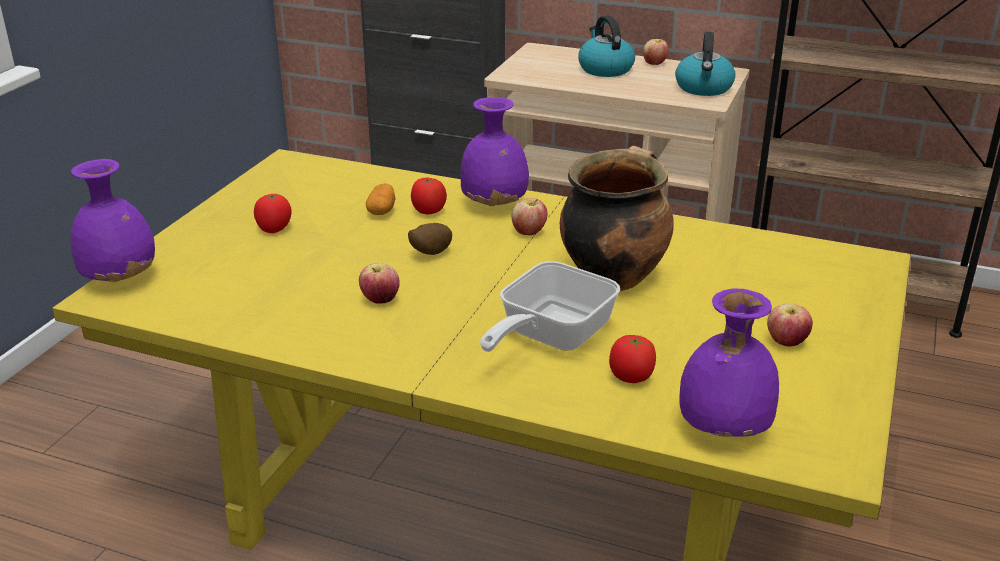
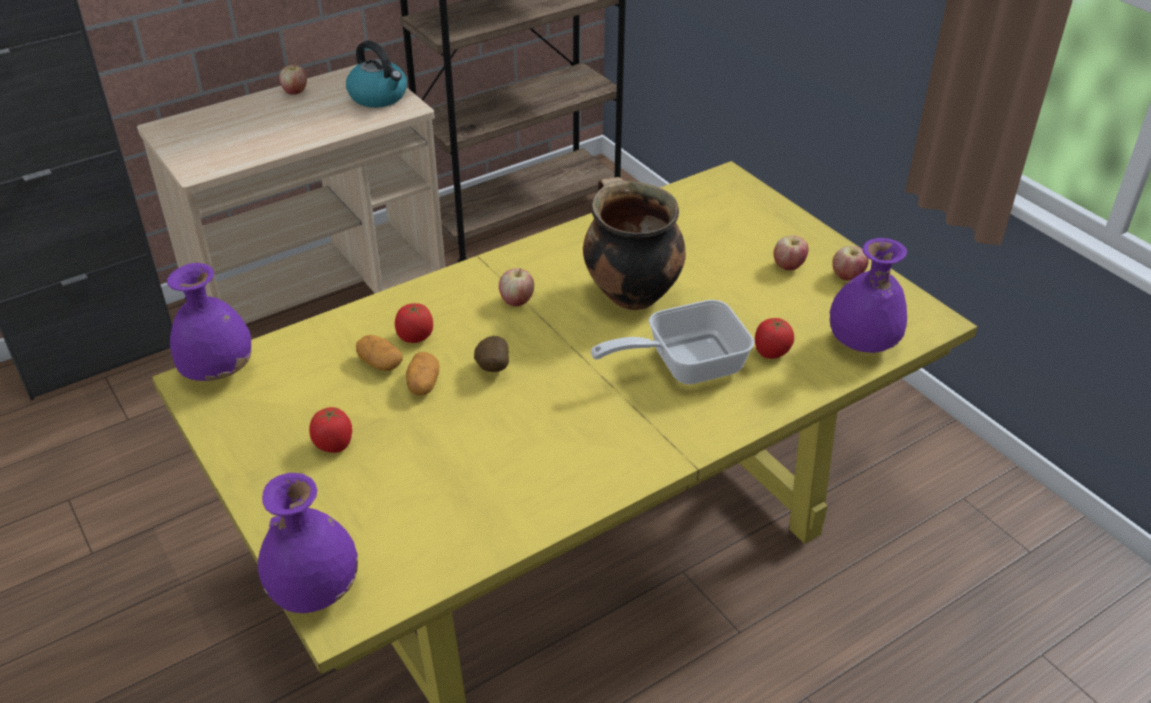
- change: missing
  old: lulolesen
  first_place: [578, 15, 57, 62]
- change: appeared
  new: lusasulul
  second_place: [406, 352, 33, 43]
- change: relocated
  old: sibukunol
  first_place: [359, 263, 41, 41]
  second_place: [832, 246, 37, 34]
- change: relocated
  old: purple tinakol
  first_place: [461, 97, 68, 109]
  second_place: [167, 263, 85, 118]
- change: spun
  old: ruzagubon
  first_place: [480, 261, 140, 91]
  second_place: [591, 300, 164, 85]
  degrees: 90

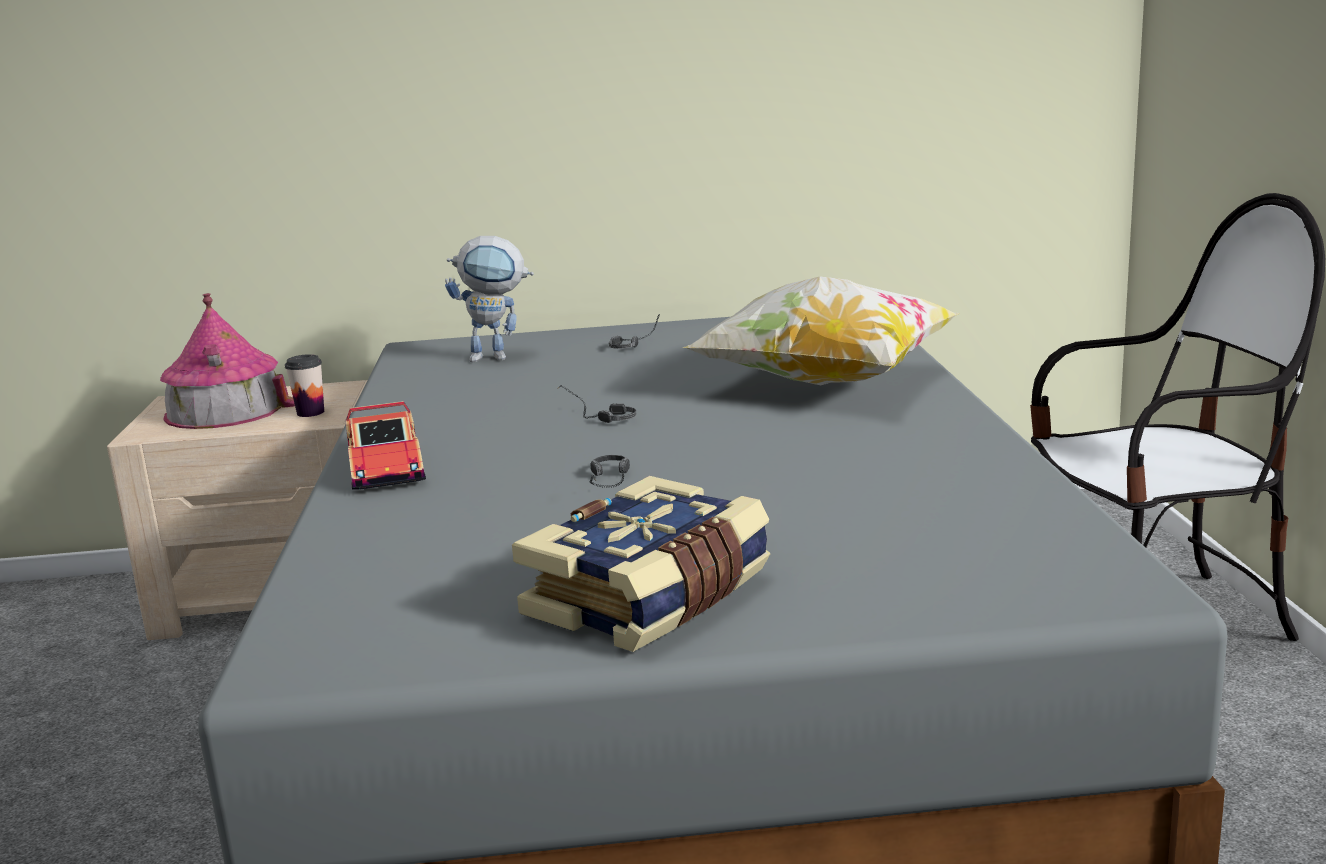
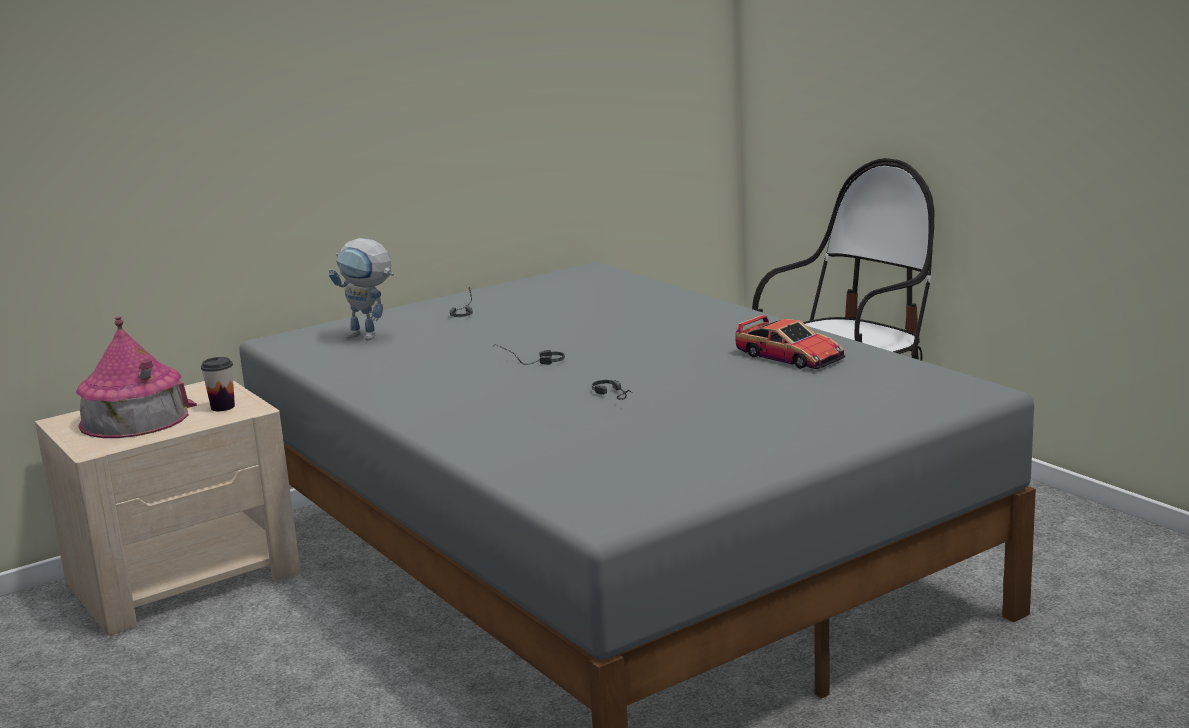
- change: missing
  old: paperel
  first_place: [512, 476, 258, 176]
- change: missing
  old: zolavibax
  first_place: [683, 277, 277, 108]
- change: relocated
  old: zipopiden
  first_place: [345, 401, 81, 89]
  second_place: [735, 315, 110, 54]
- change: spun
  old: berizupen
  first_place: [445, 236, 89, 126]
  second_place: [329, 238, 65, 102]
  degrees: 60

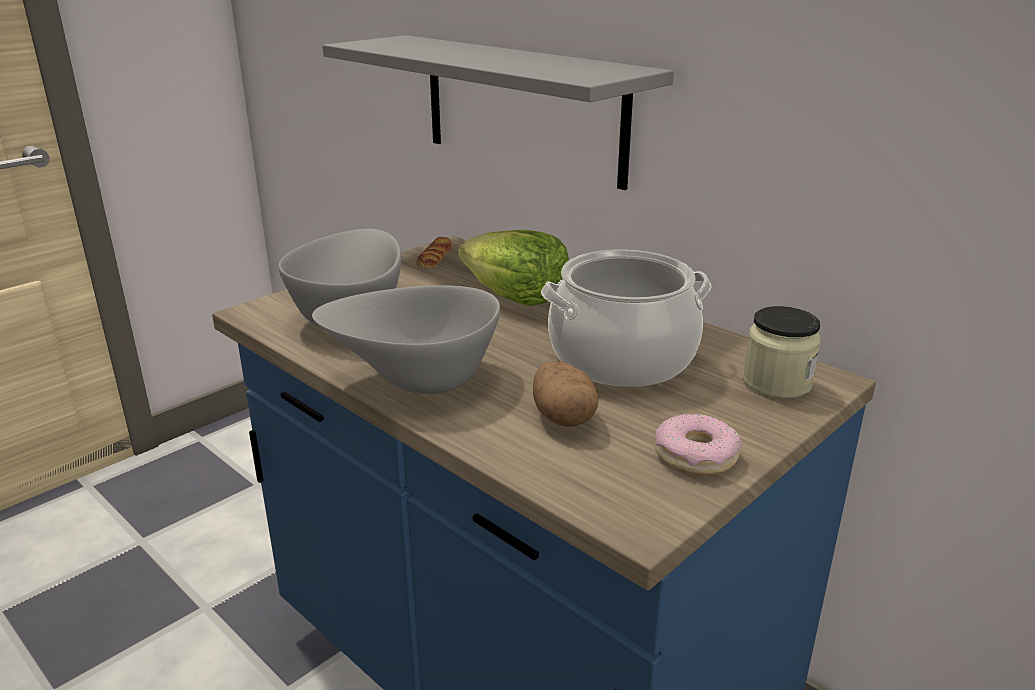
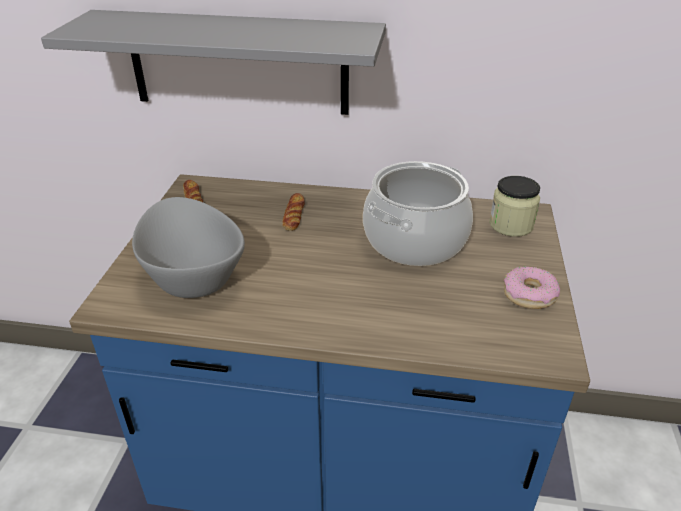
- change: missing
  old: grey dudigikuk
  first_place: [312, 285, 188, 109]
- change: missing
  old: lusasulul
  first_place: [533, 361, 66, 66]
- change: exchanged
  old: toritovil
  new: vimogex
  first_place: [458, 229, 111, 77]
  second_place: [282, 193, 23, 38]

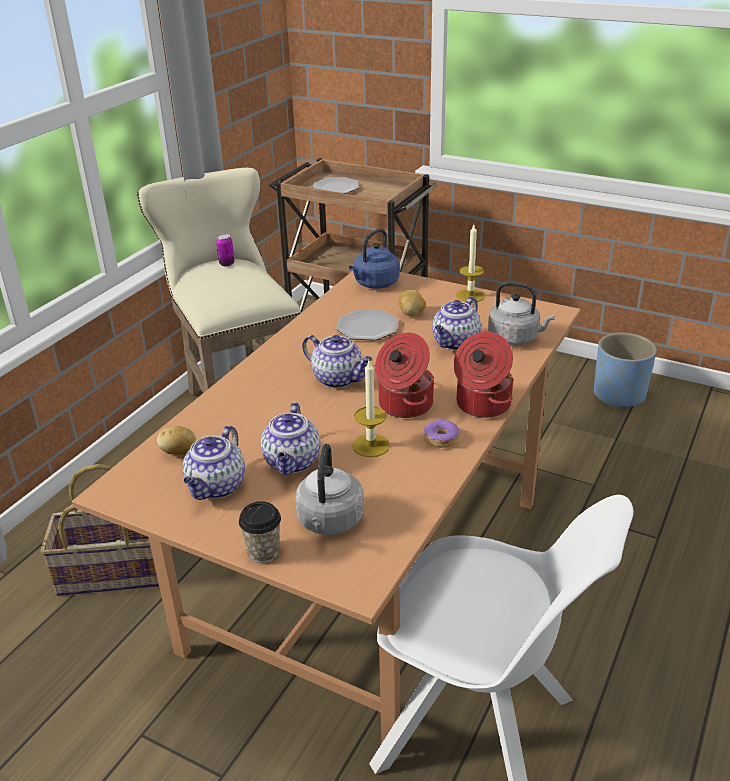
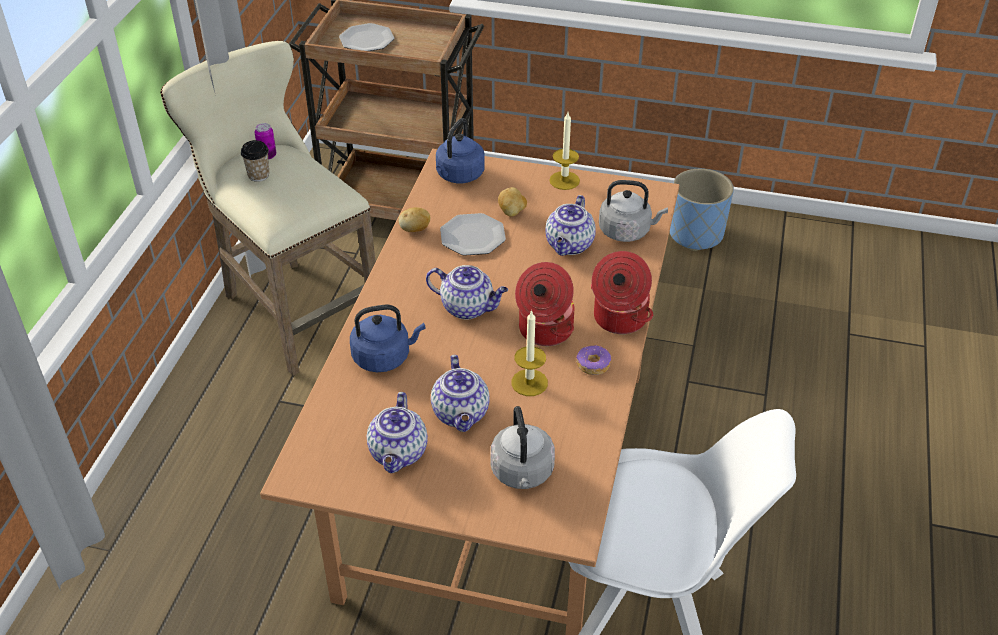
- change: missing
  old: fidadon
  first_place: [40, 464, 119, 132]
- change: appeared
  new: blue lulolesen
  second_place: [350, 304, 75, 68]
- change: relocated
  old: lusasulul
  first_place: [157, 426, 39, 29]
  second_place: [398, 207, 32, 25]
- change: relocated
  old: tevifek
  first_place: [239, 501, 42, 62]
  second_place: [241, 140, 28, 42]

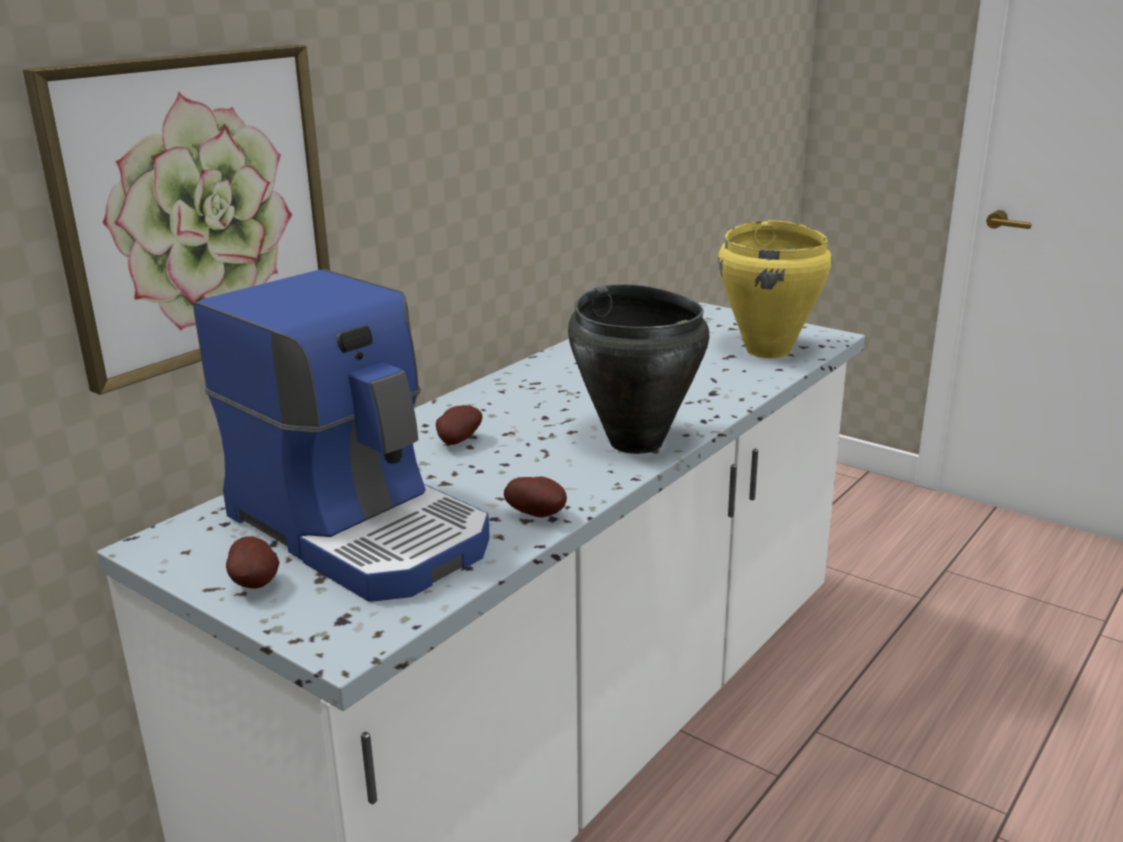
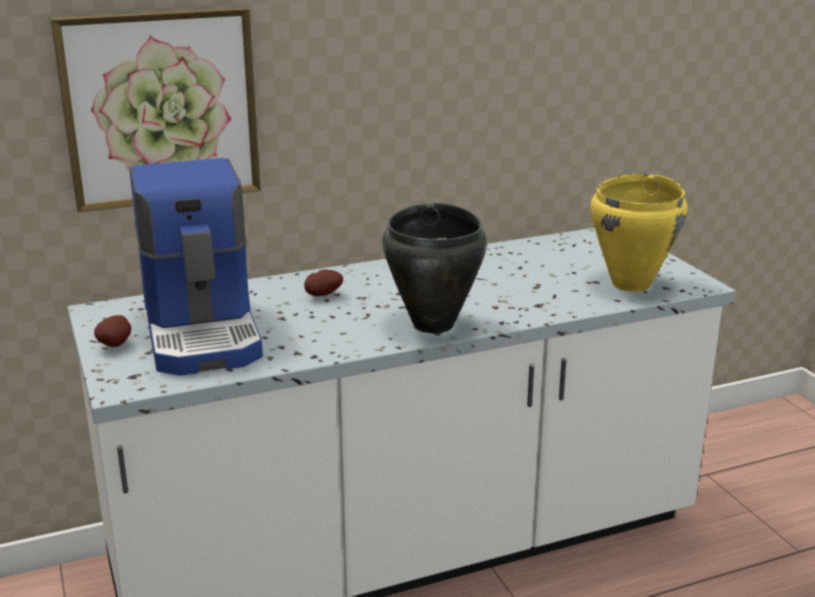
- change: missing
  old: lusasulul
  first_place: [504, 476, 63, 41]

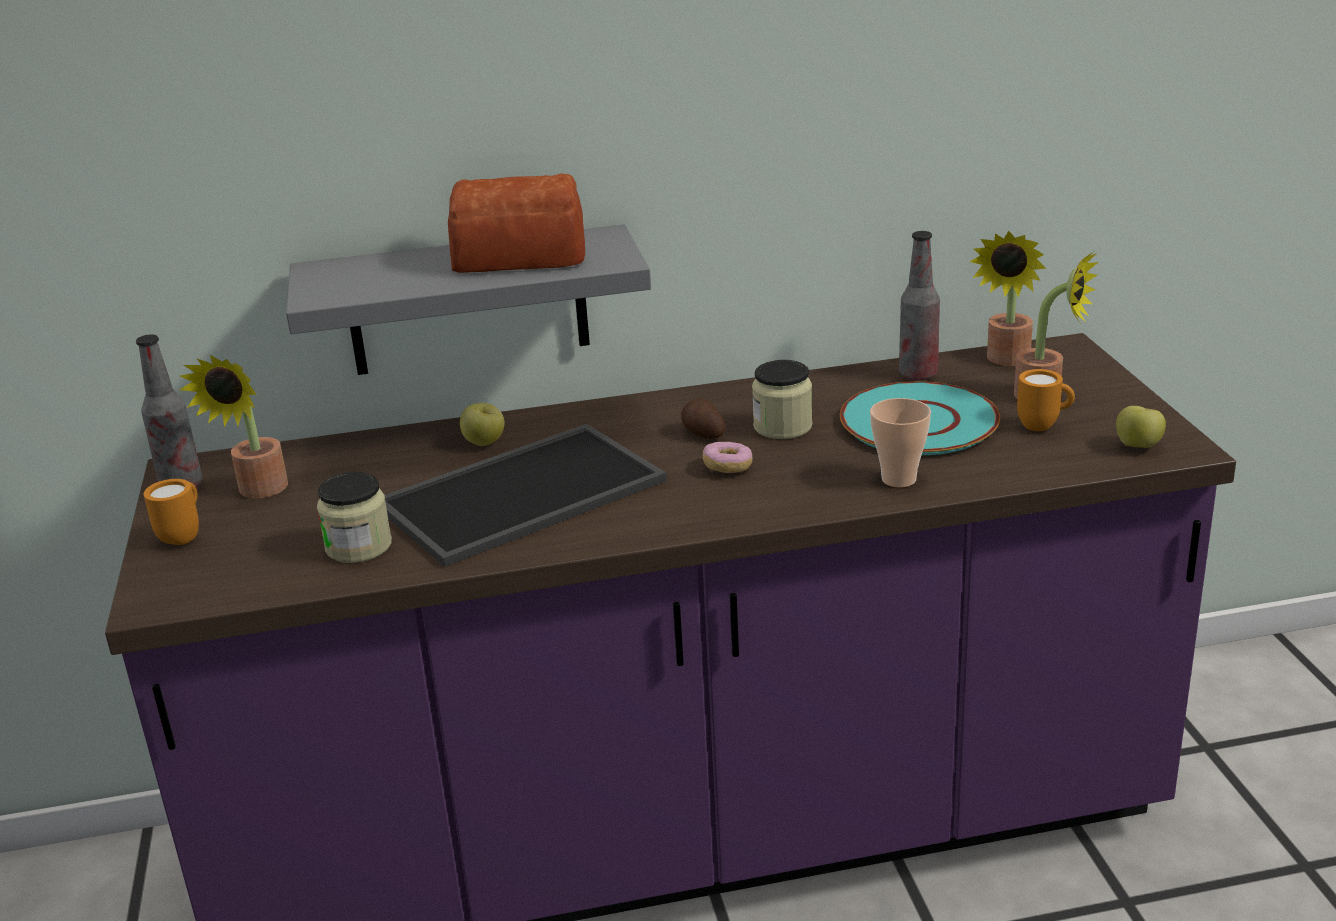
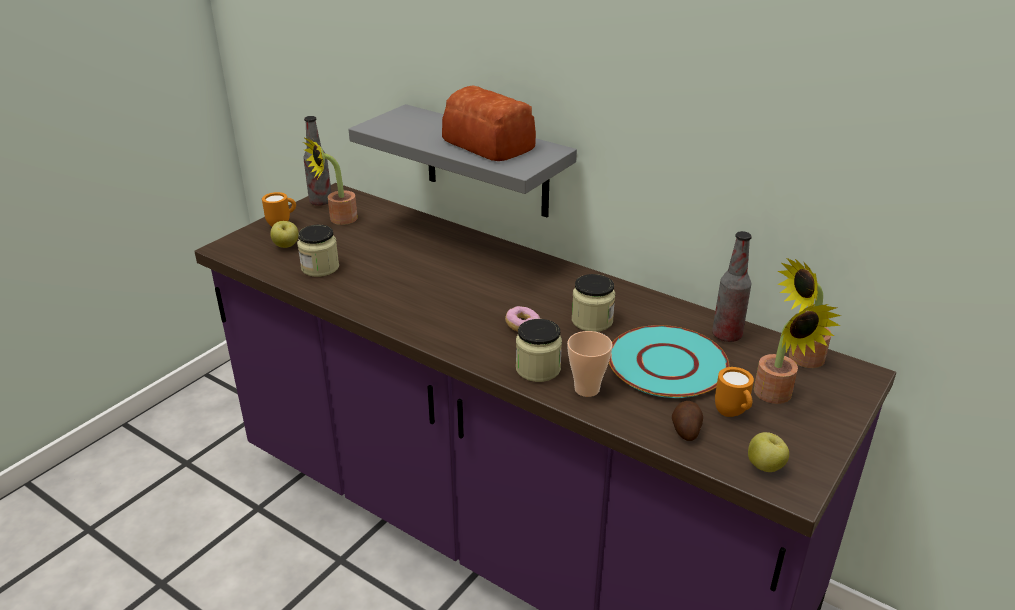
- change: missing
  old: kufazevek
  first_place: [385, 424, 282, 143]
- change: appeared
  new: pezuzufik
  second_place: [516, 319, 46, 63]
- change: relocated
  old: sibukunol
  first_place: [460, 403, 45, 43]
  second_place: [270, 221, 29, 27]
- change: relocated
  old: lusasulul
  first_place: [681, 398, 44, 41]
  second_place: [672, 401, 31, 40]

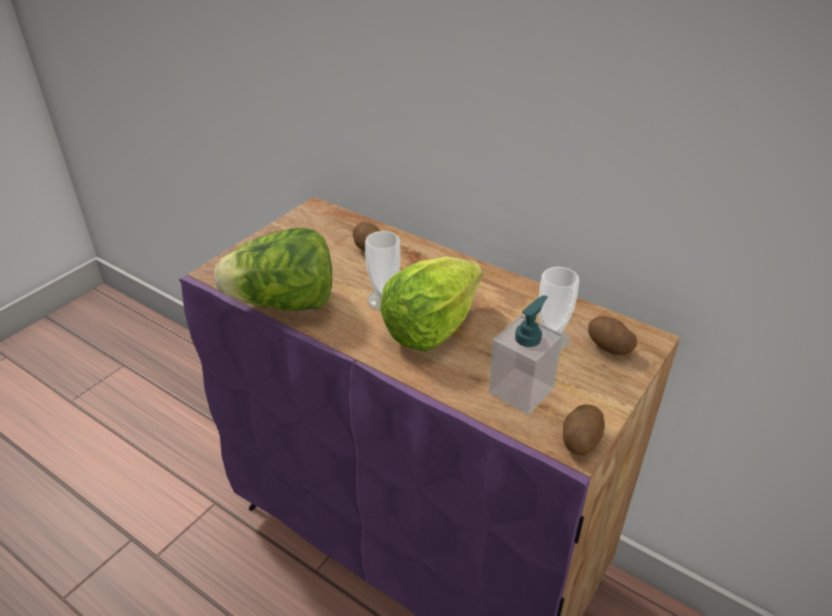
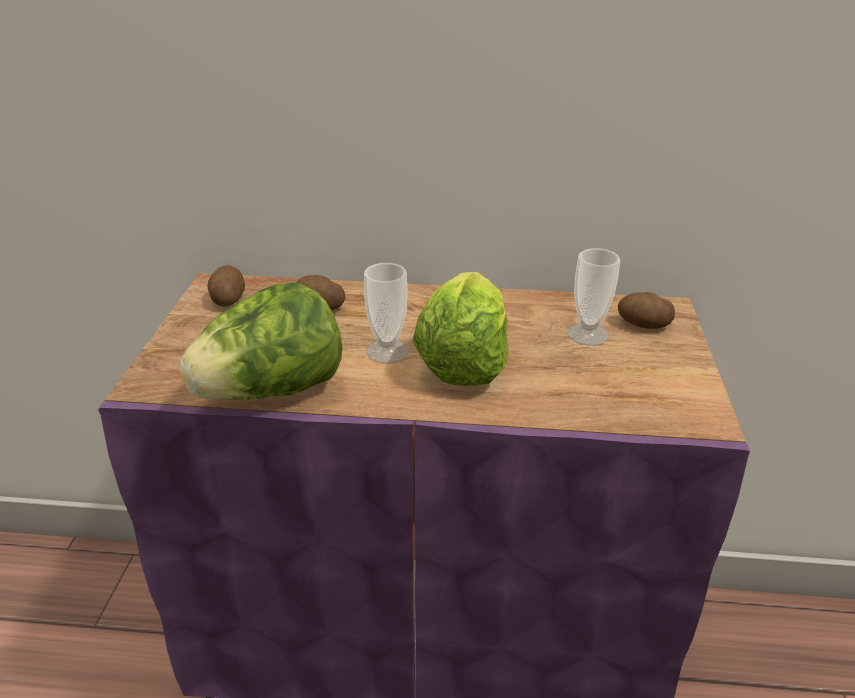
- change: missing
  old: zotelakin
  first_place: [489, 295, 74, 120]
- change: relocated
  old: lusasulul
  first_place: [563, 404, 42, 51]
  second_place: [208, 265, 37, 42]

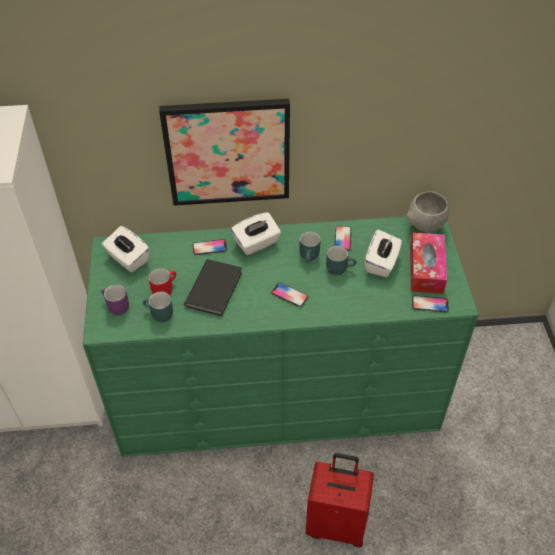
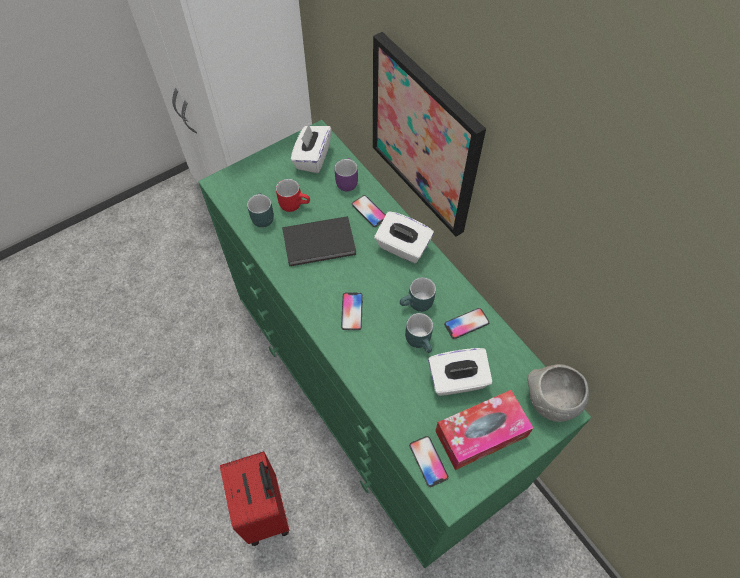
- change: relocated
  old: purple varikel
  first_place: [102, 285, 27, 30]
  second_place: [334, 158, 24, 34]

